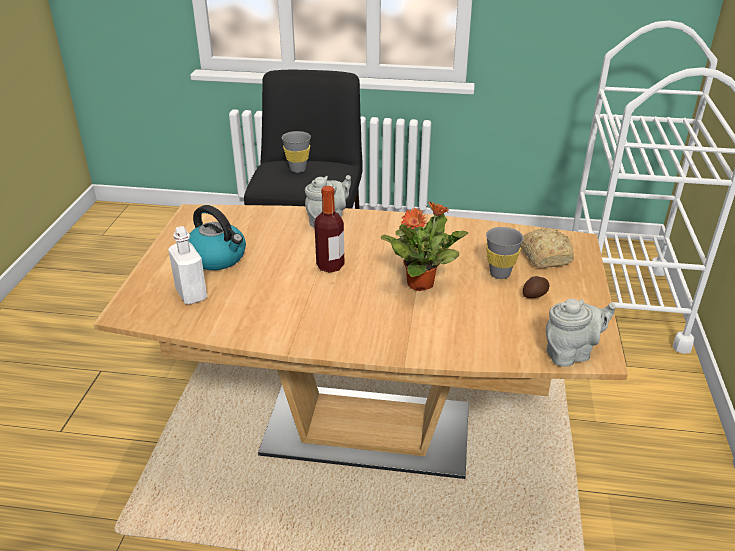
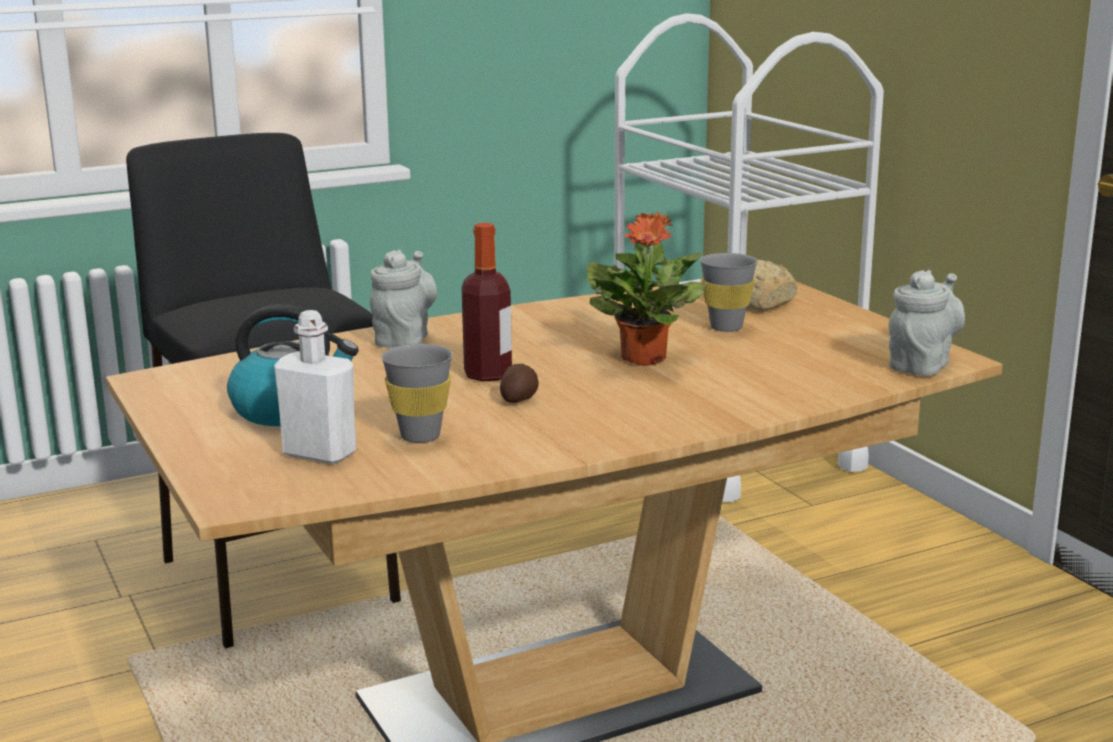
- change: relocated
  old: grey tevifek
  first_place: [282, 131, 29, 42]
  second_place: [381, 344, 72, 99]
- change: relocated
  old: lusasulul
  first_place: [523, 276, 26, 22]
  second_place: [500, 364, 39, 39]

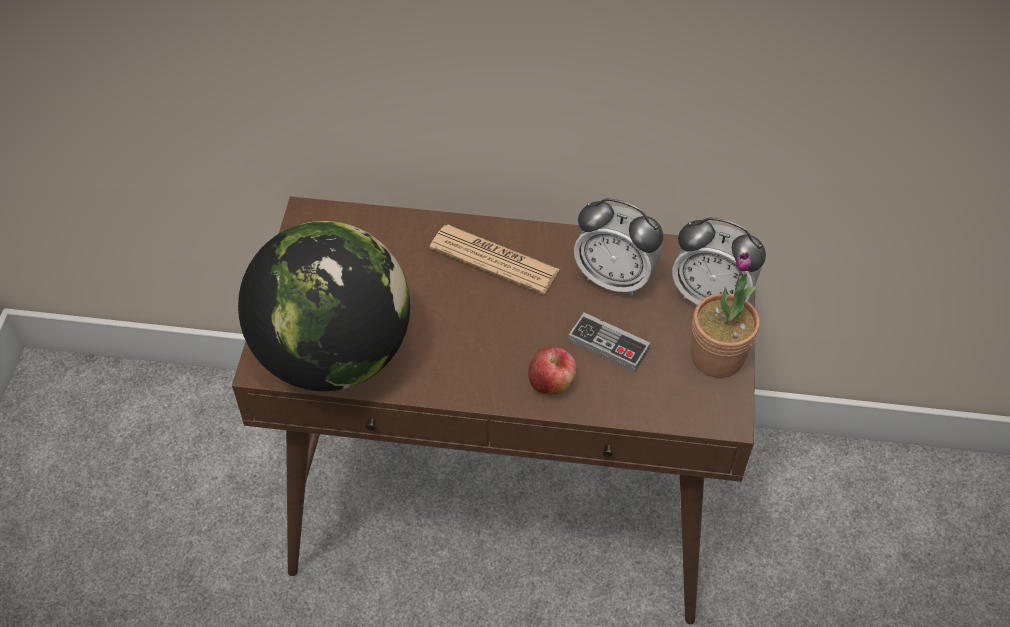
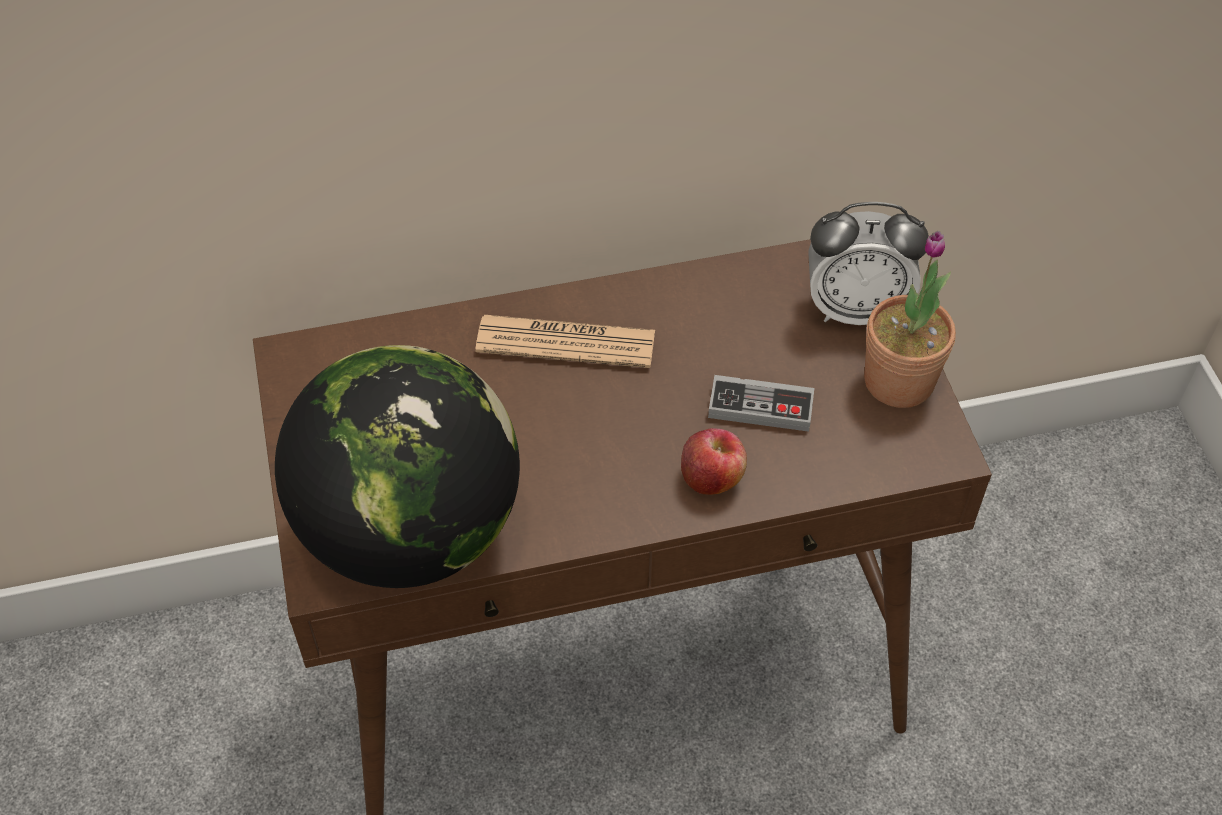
- change: missing
  old: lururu
  first_place: [574, 198, 89, 98]

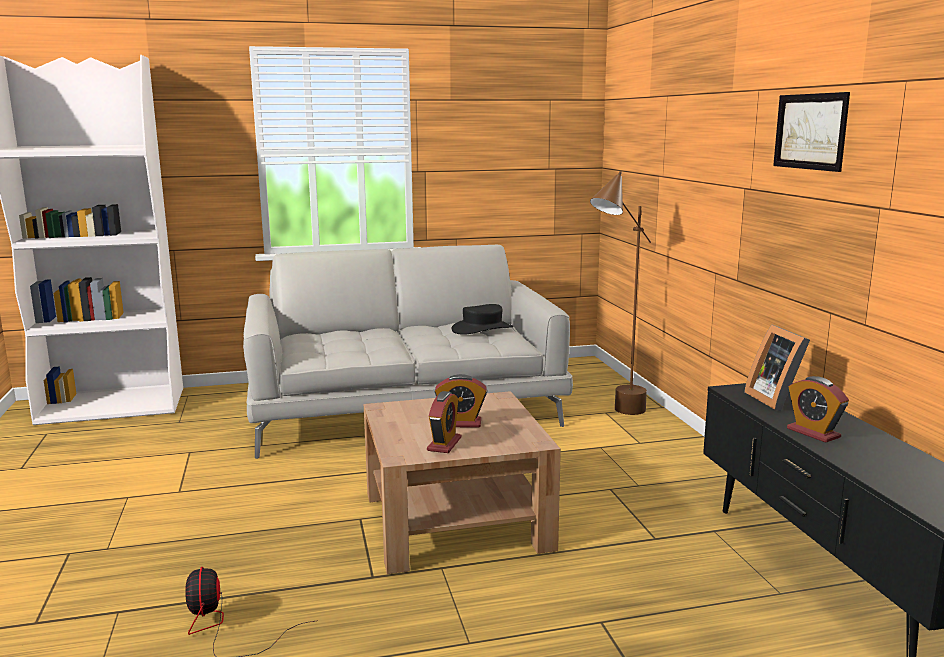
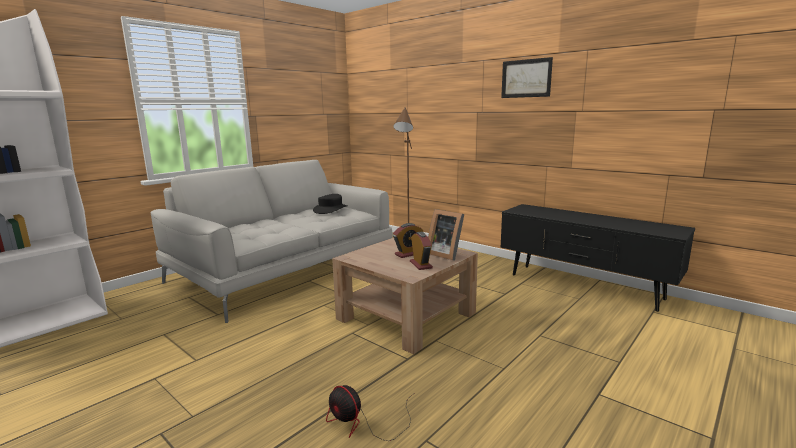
- change: missing
  old: lururu
  first_place: [787, 376, 62, 67]
- change: relocated
  old: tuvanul
  first_place: [744, 324, 66, 87]
  second_place: [428, 209, 36, 52]

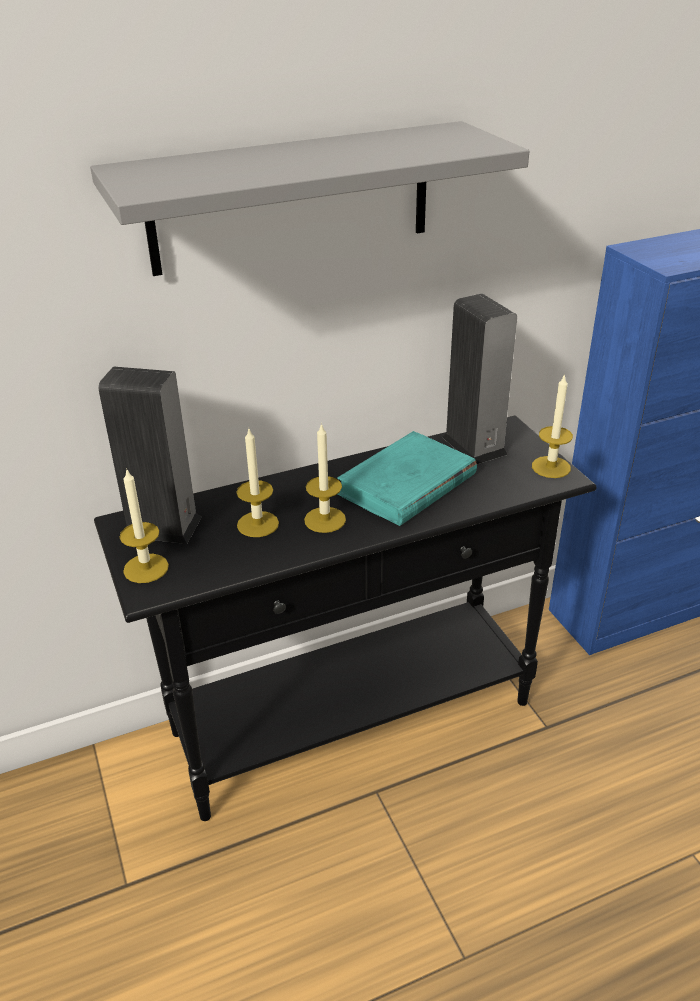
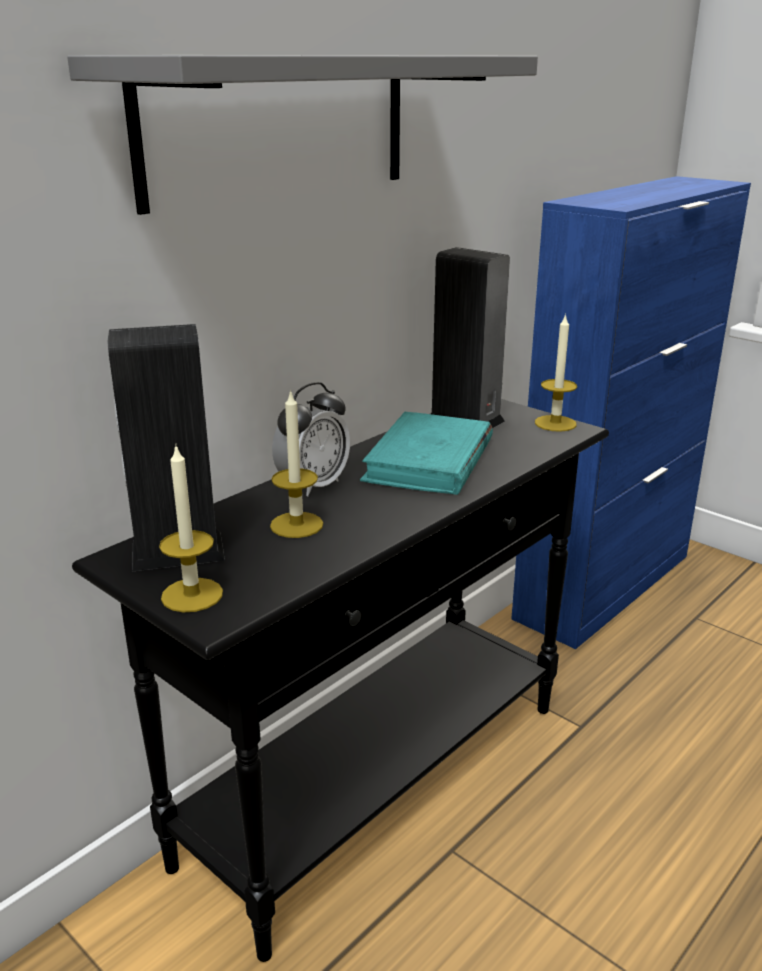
- change: missing
  old: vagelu
  first_place: [304, 423, 42, 110]
- change: appeared
  new: lururu
  second_place: [272, 382, 78, 115]

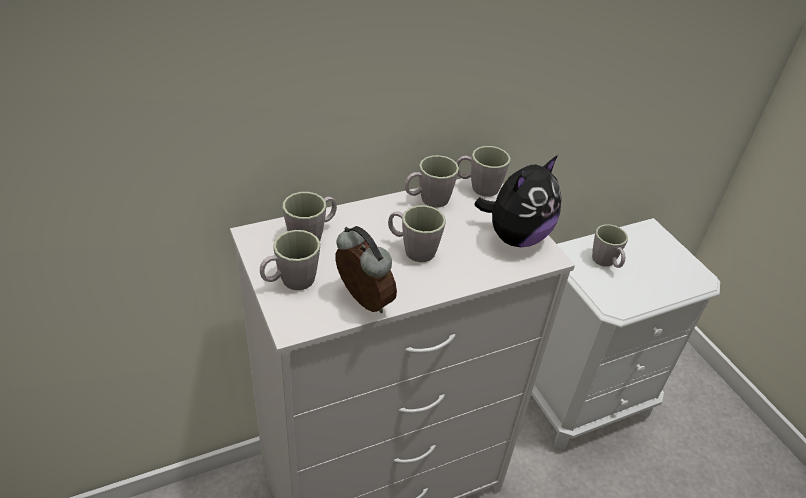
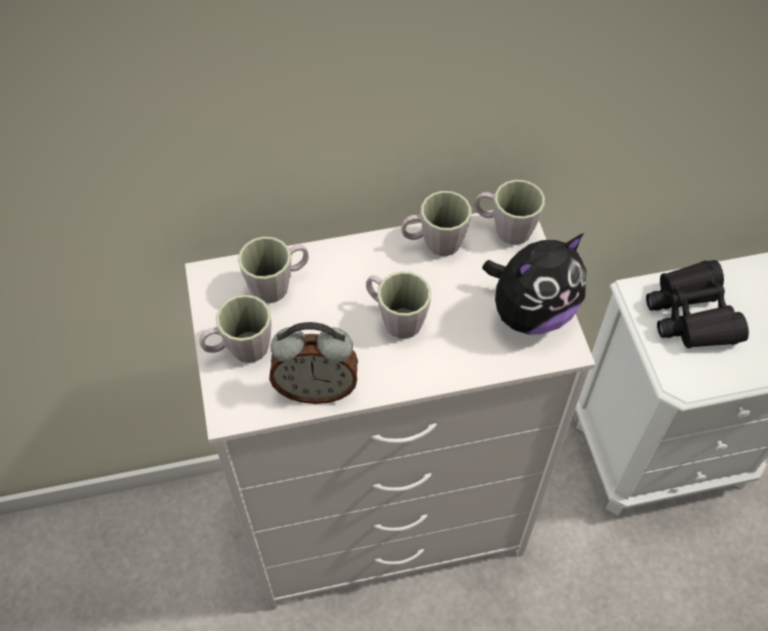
- change: exchanged
  old: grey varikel
  new: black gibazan
  first_place: [592, 224, 36, 44]
  second_place: [646, 260, 103, 88]
- change: spun
  old: lururu
  first_place: [335, 226, 62, 87]
  second_place: [269, 322, 89, 82]
  degrees: 120

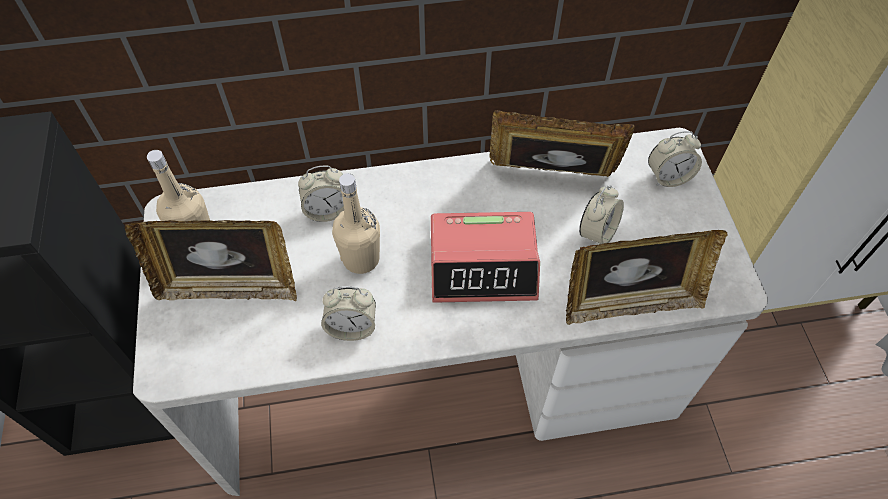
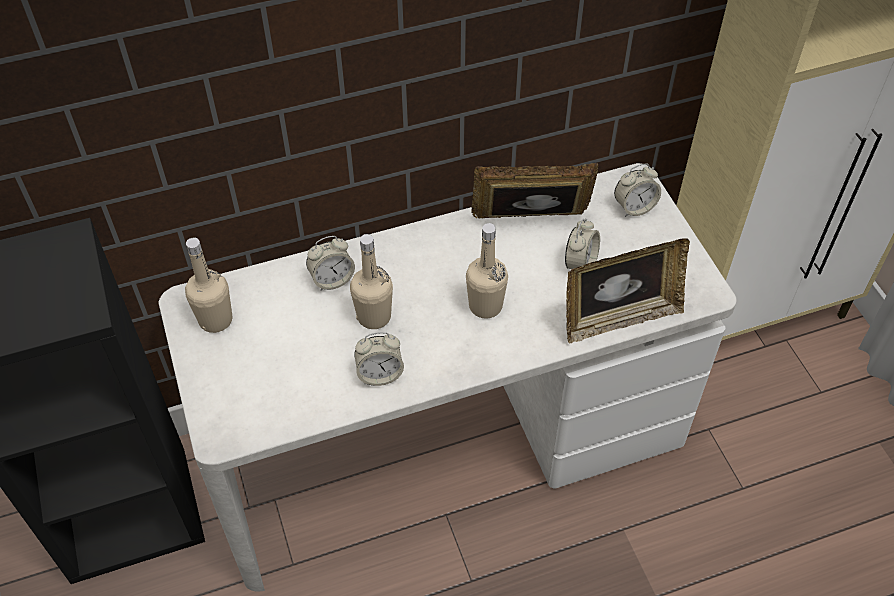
- change: missing
  old: tuvanul
  first_place: [125, 220, 172, 81]
- change: exchanged
  old: lururu
  new: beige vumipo
  first_place: [431, 212, 109, 91]
  second_place: [466, 223, 42, 96]

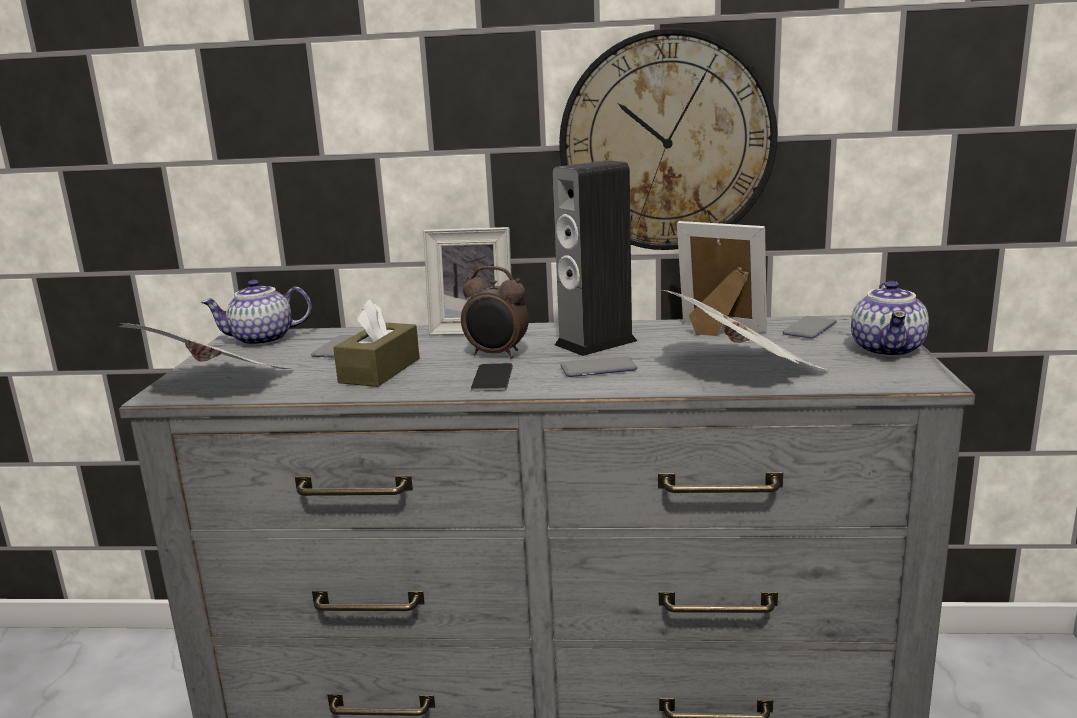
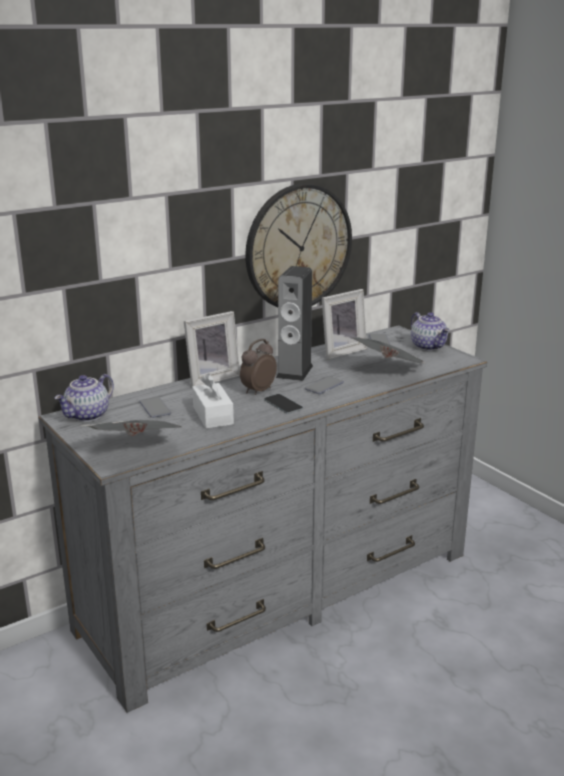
- change: colour
  old: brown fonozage
  new: white fonozage
  first_place: [333, 299, 87, 88]
  second_place: [192, 373, 42, 56]
- change: spun
  old: lururu
  first_place: [461, 266, 68, 93]
  second_place: [240, 339, 37, 56]
  degrees: 150
- change: spun
  old: tuvanul
  first_place: [677, 221, 90, 115]
  second_place: [322, 289, 45, 71]
  degrees: 150

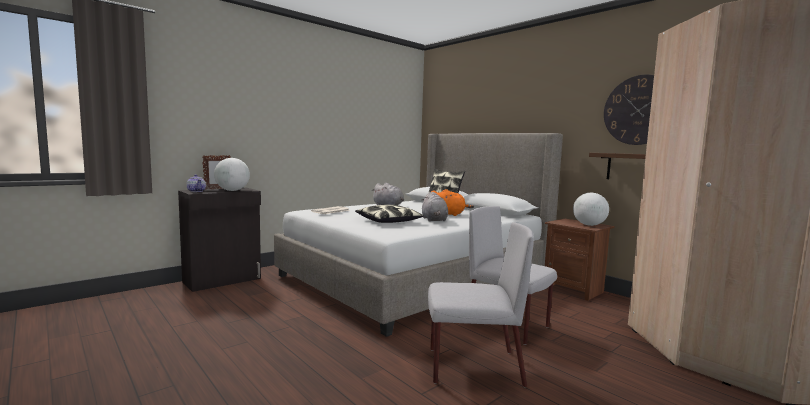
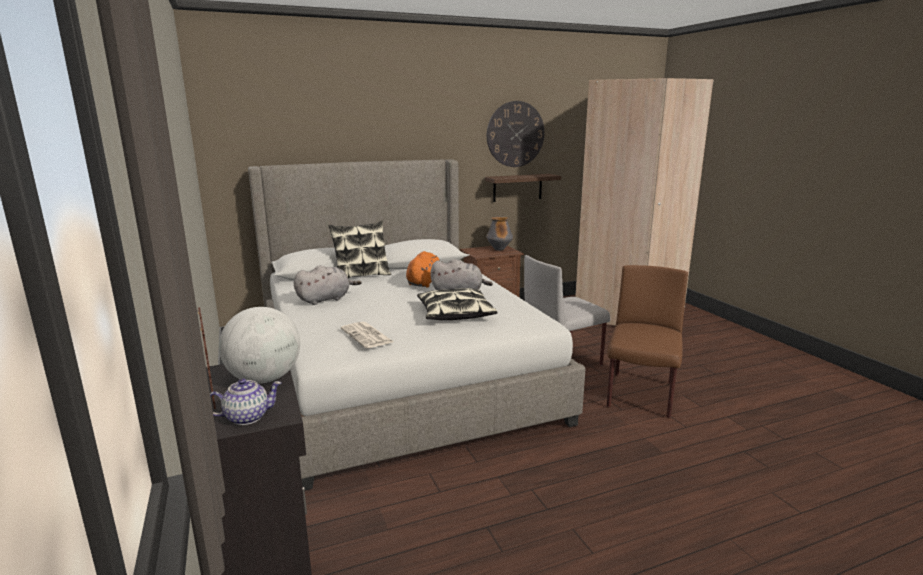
- change: exchanged
  old: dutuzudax
  new: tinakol
  first_place: [573, 193, 36, 33]
  second_place: [486, 216, 27, 35]
- change: colour
  old: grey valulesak
  new: brown valulesak
  first_place: [428, 222, 106, 165]
  second_place: [607, 265, 81, 153]

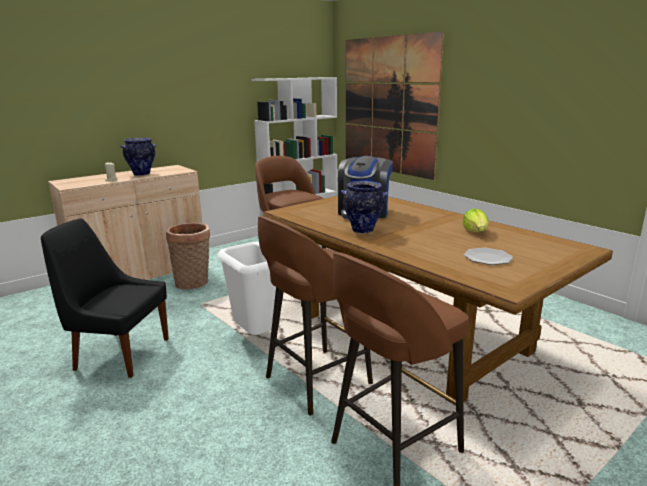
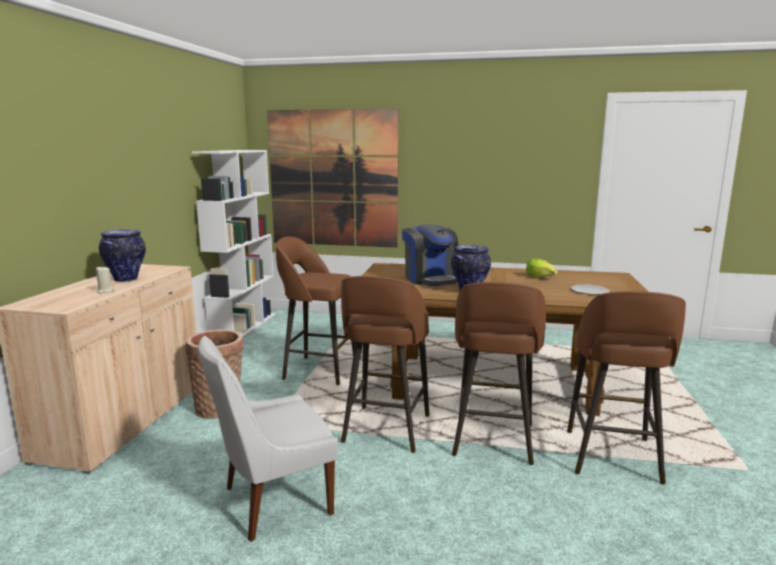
- change: exchanged
  old: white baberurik
  new: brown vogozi
  first_place: [218, 242, 62, 93]
  second_place: [341, 276, 88, 177]
- change: colour
  old: black valulesak
  new: white valulesak
  first_place: [41, 218, 128, 160]
  second_place: [198, 336, 140, 206]

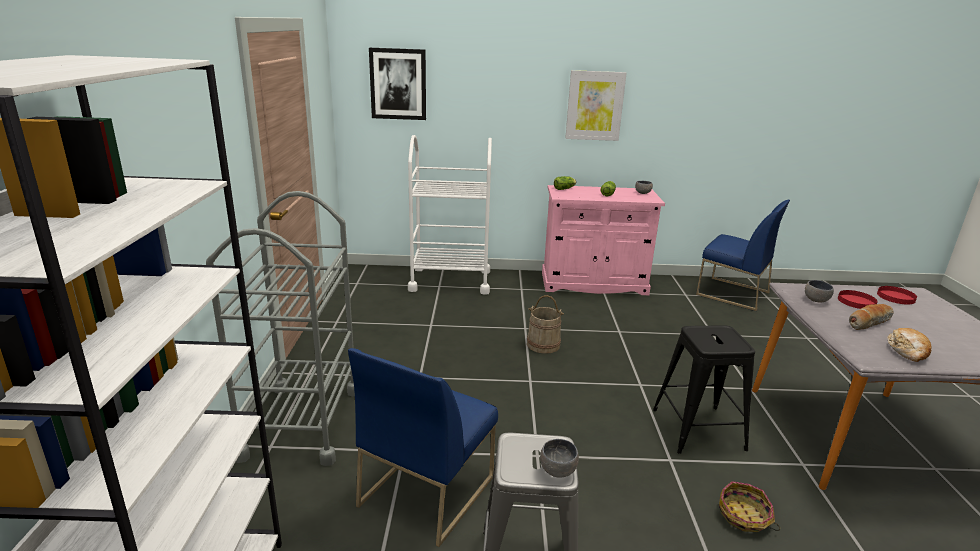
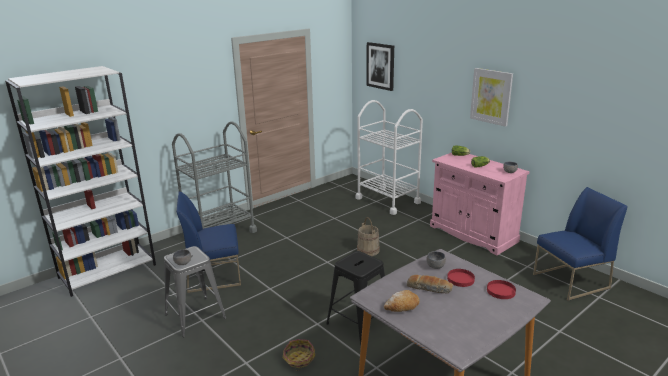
- change: spun
  old: blue valulesak
  first_place: [696, 200, 94, 111]
  second_place: [533, 187, 95, 114]
  degrees: -105

